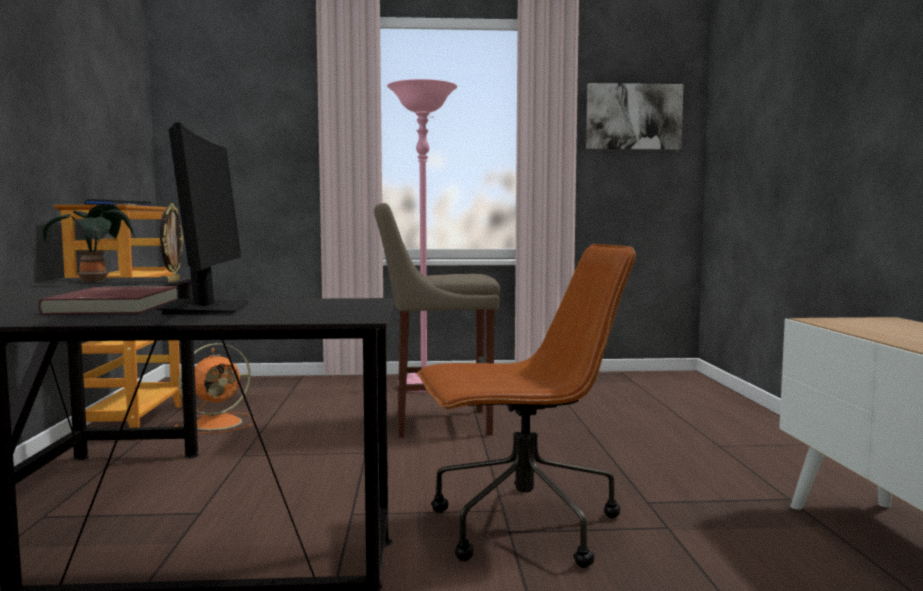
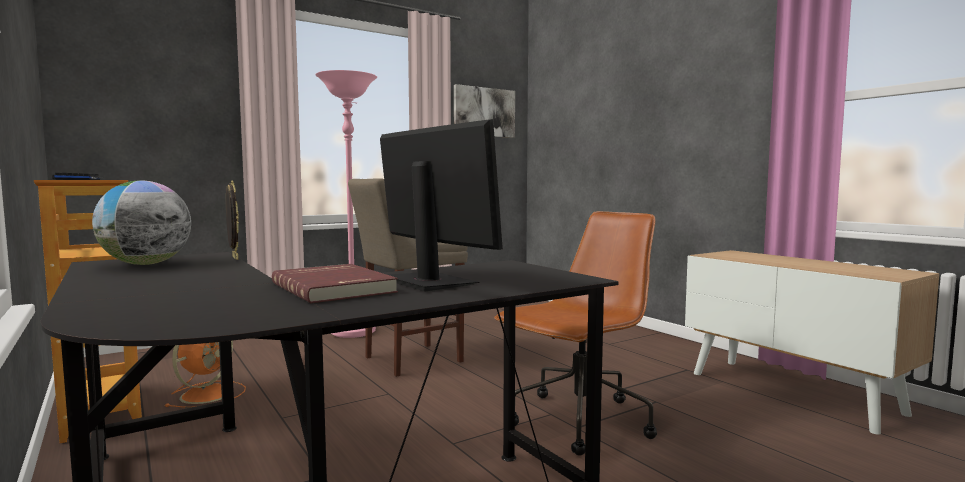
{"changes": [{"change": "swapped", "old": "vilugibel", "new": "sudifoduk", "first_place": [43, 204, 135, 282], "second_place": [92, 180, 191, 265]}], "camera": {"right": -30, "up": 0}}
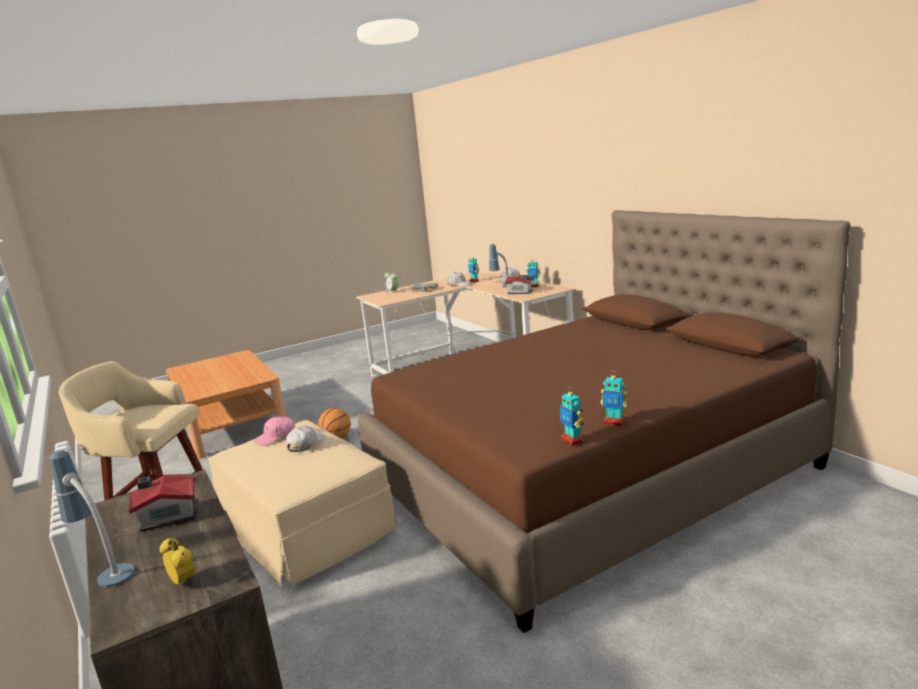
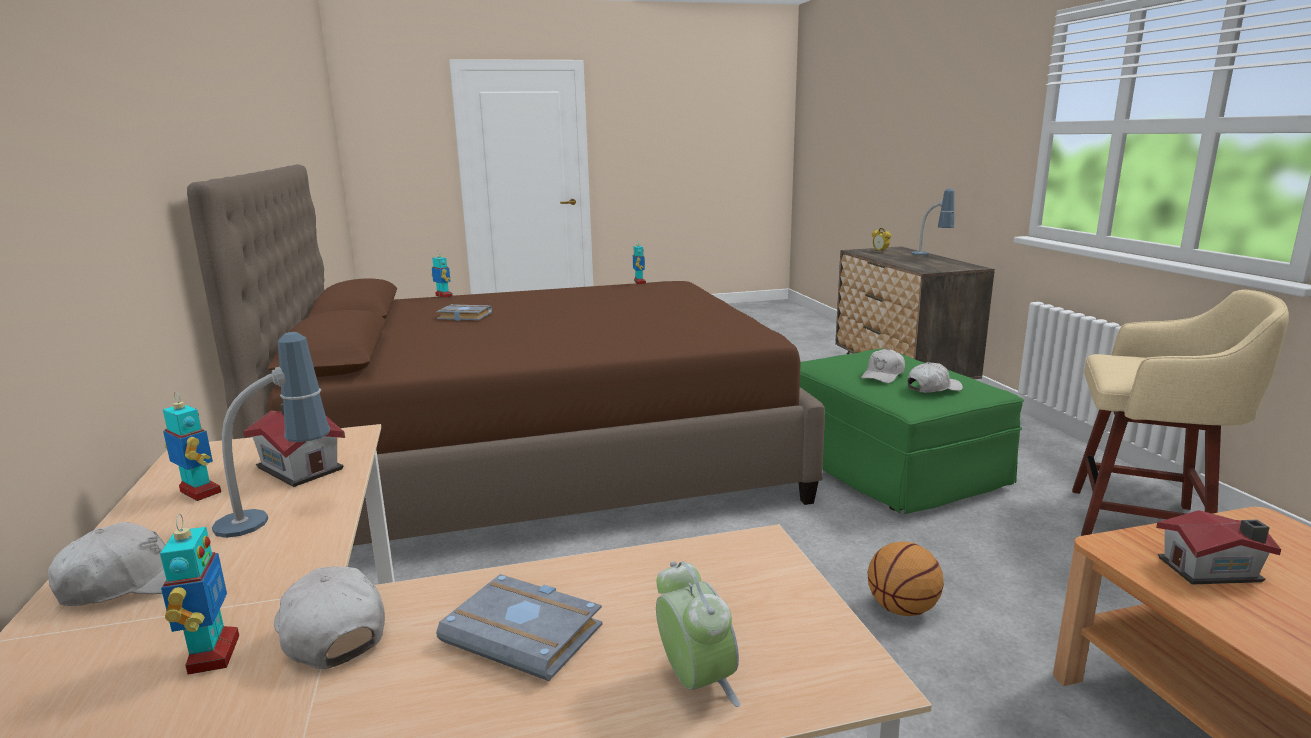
{"changes": [{"change": "shifted", "old": "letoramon", "first_place": [600, 373, 628, 426], "second_place": [431, 251, 453, 298]}, {"change": "repainted", "old": "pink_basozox", "new": "white_basozox", "first_place": [253, 416, 295, 446], "second_place": [907, 362, 963, 393]}, {"change": "repainted", "old": "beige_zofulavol", "new": "green_zofulavol", "first_place": [208, 420, 397, 589], "second_place": [800, 349, 1024, 514]}, {"change": "shifted", "old": "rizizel", "first_place": [129, 475, 198, 532], "second_place": [1156, 510, 1281, 584]}, {"change": "new", "new": "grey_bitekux", "second_place": [436, 304, 492, 321]}], "camera": {"right": -165, "up": 0}}
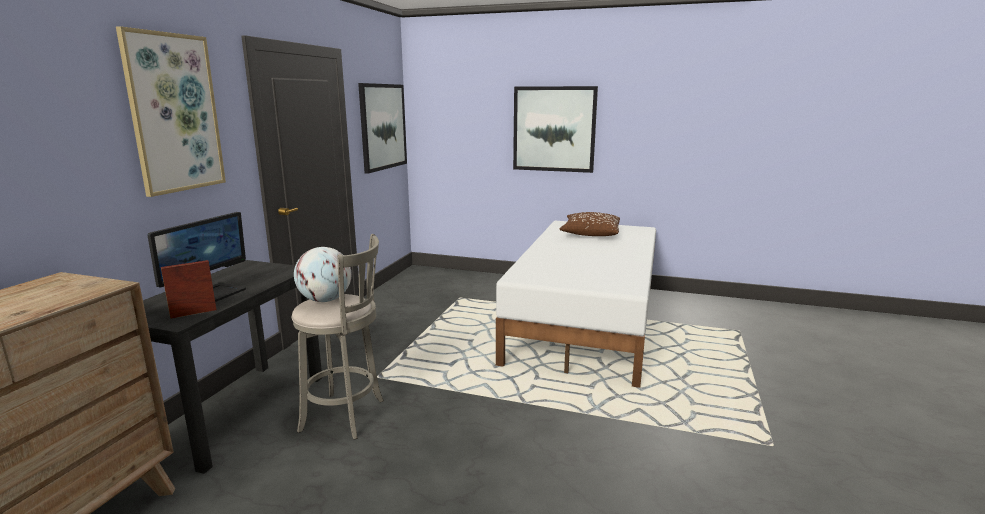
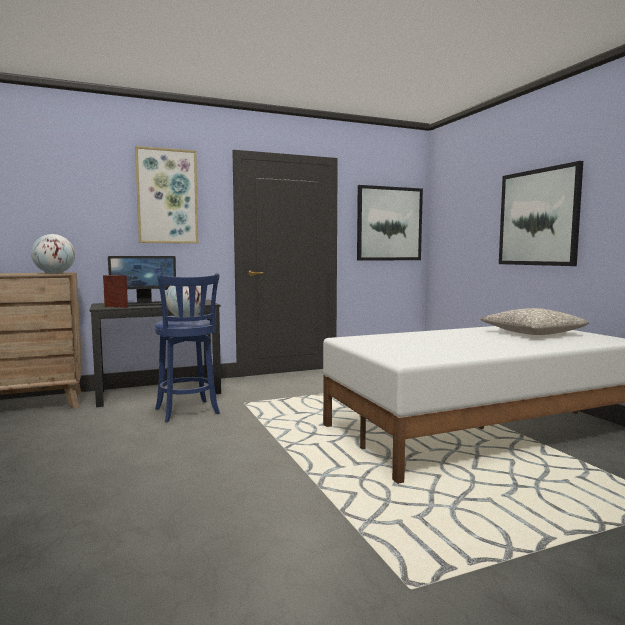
{"changes": [{"change": "repainted", "old": "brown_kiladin", "new": "grey_kiladin", "first_place": [559, 212, 620, 236], "second_place": [480, 308, 590, 335]}, {"change": "repainted", "old": "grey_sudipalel", "new": "blue_sudipalel", "first_place": [292, 234, 384, 440], "second_place": [155, 273, 220, 422]}, {"change": "new", "new": "sudifoduk", "second_place": [31, 234, 75, 274]}], "camera": {"right": 50, "up": -10}}
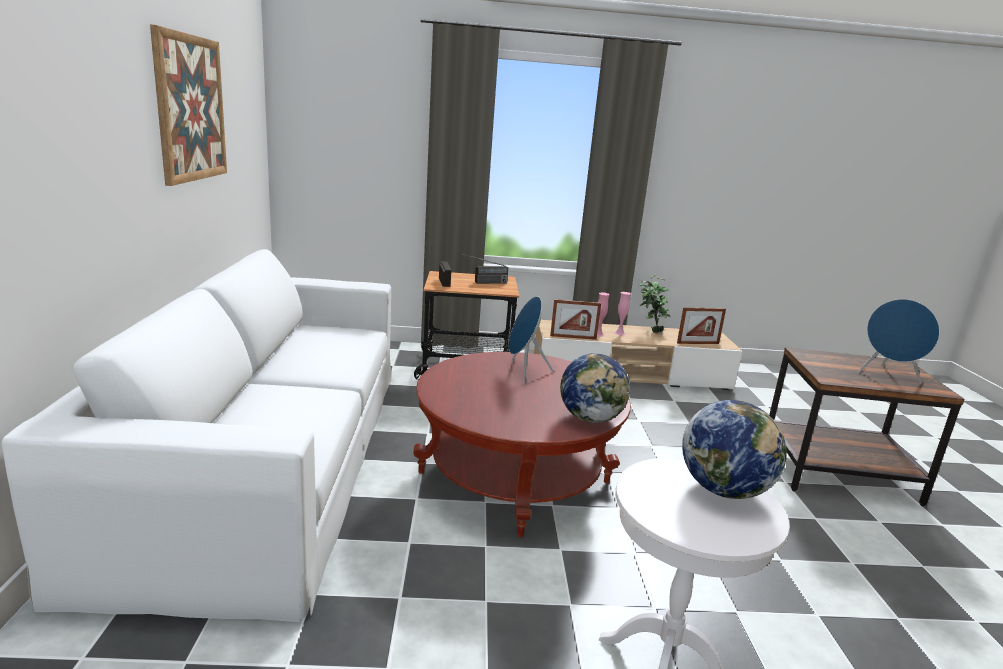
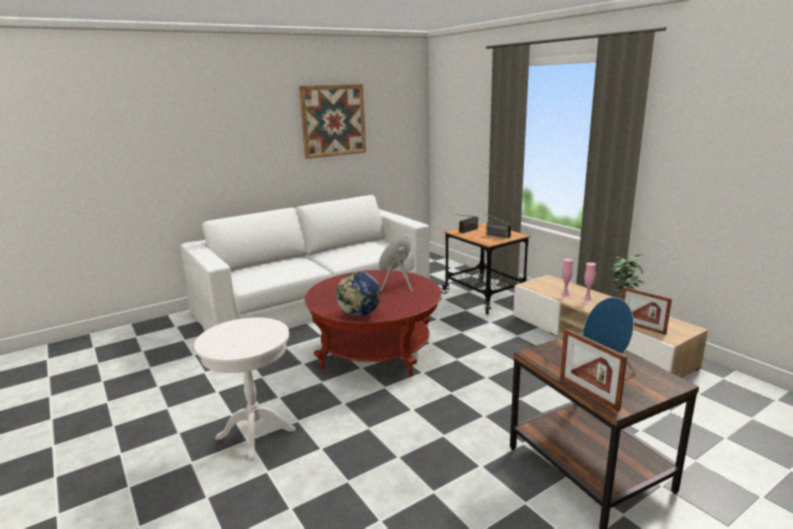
{"changes": [{"change": "shifted", "old": "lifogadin", "first_place": [550, 299, 601, 340], "second_place": [560, 328, 627, 411]}, {"change": "gone", "old": "sudifoduk", "first_place": [682, 400, 787, 499]}], "camera": {"right": 60, "up": 0}}
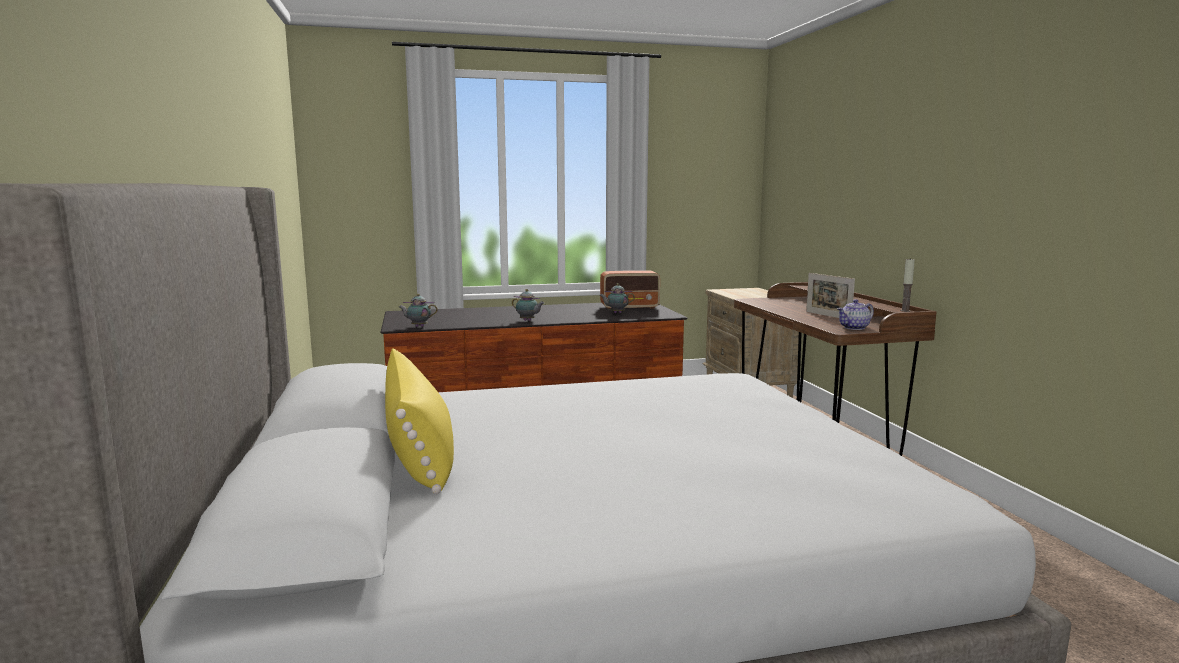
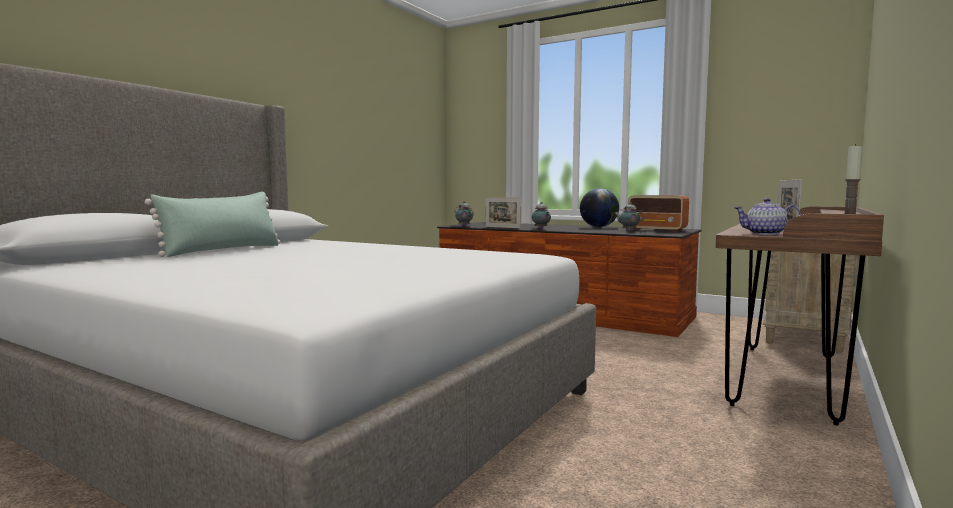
{"changes": [{"change": "repainted", "old": "yellow_kiladin", "new": "green_kiladin", "first_place": [385, 348, 454, 494], "second_place": [145, 192, 280, 257]}, {"change": "new", "new": "sudifoduk", "second_place": [580, 188, 619, 227]}, {"change": "new", "new": "lifogadin", "second_place": [485, 197, 521, 228]}], "camera": {"right": 45, "up": -5}}
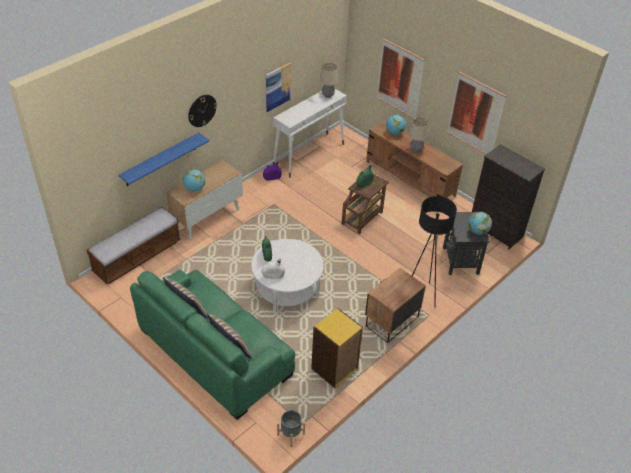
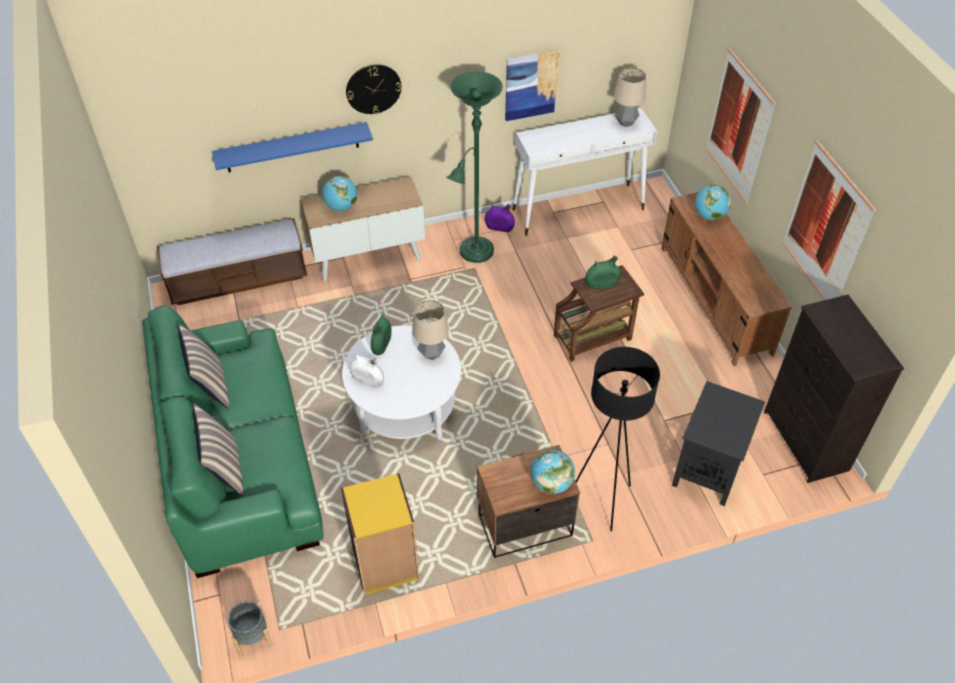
{"changes": [{"change": "shifted", "old": "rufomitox", "first_place": [409, 117, 429, 152], "second_place": [412, 300, 449, 360]}, {"change": "shifted", "old": "sudifoduk", "first_place": [468, 212, 492, 235], "second_place": [531, 450, 575, 494]}, {"change": "new", "new": "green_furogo", "second_place": [447, 71, 503, 263]}], "camera": {"right": 30, "up": 5}}
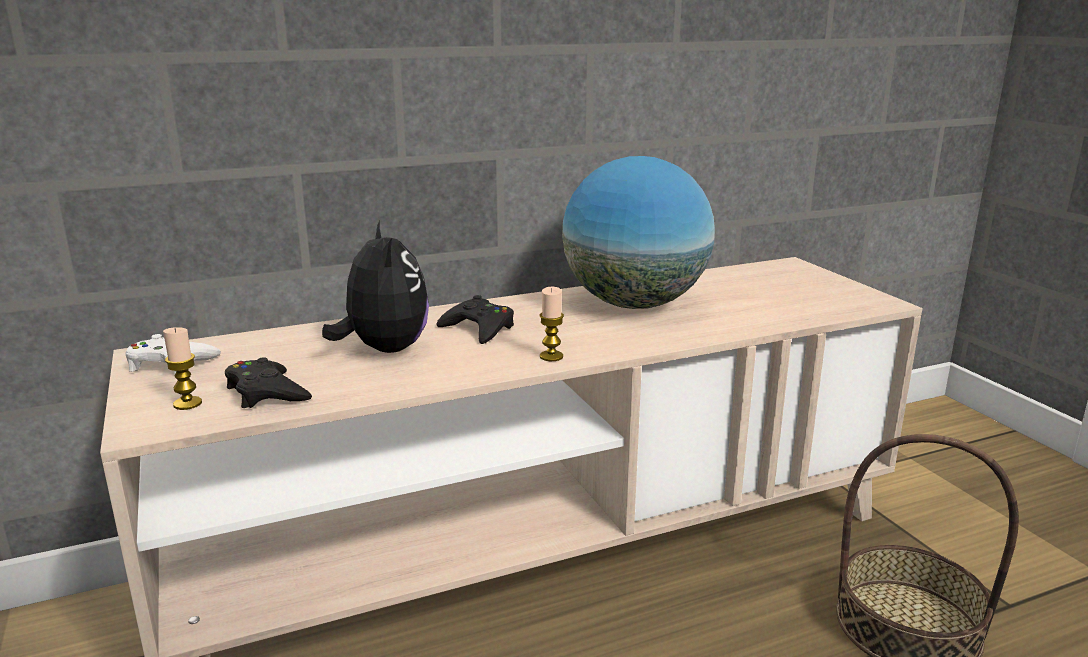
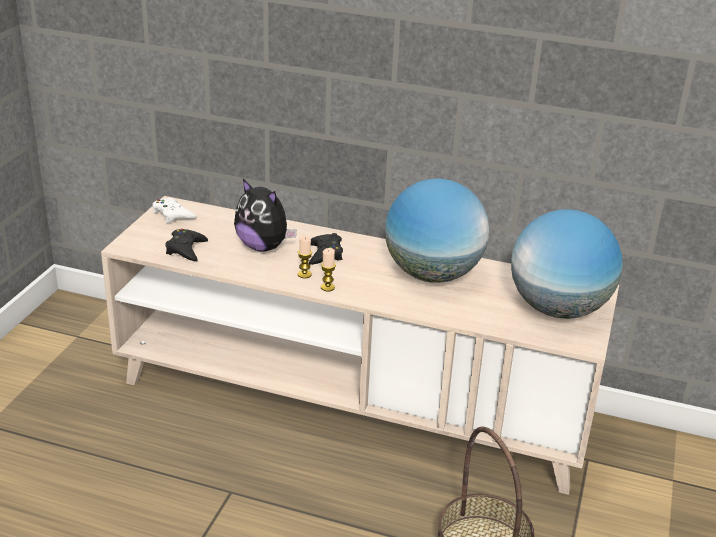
{"changes": [{"change": "rotated", "old": "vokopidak", "first_place": [322, 221, 429, 353], "second_place": [234, 179, 297, 252], "degrees": 105}, {"change": "shifted", "old": "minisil", "first_place": [163, 327, 202, 410], "second_place": [298, 236, 312, 278]}, {"change": "new", "new": "sudifoduk", "second_place": [511, 209, 623, 319]}], "camera": {"right": 40, "up": 10}}
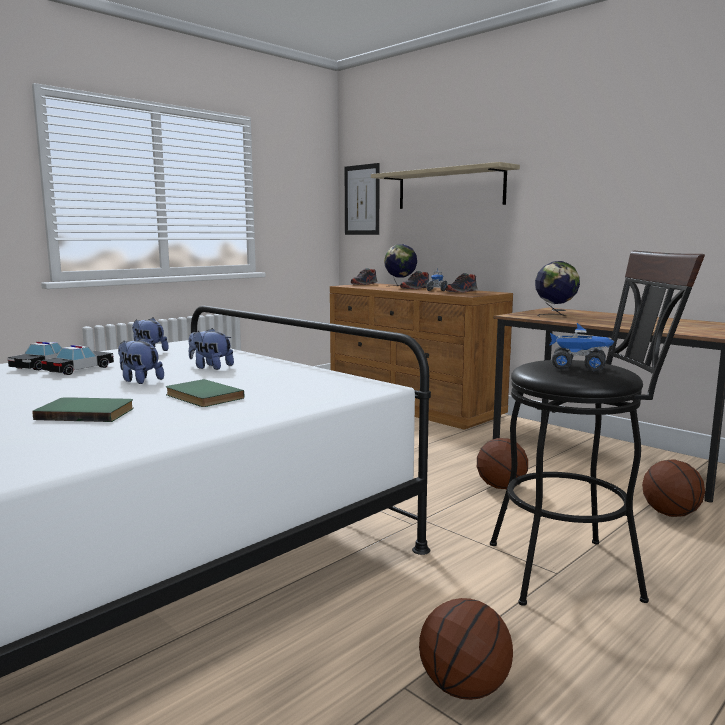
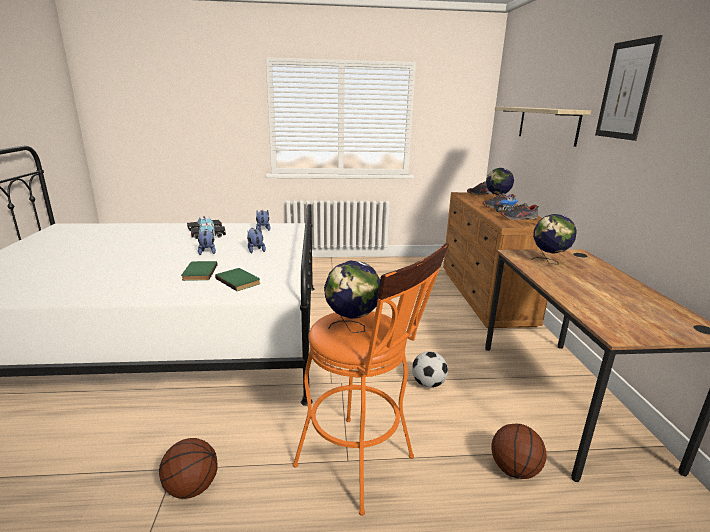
{"changes": [{"change": "shifted", "old": "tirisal", "first_place": [345, 163, 380, 235], "second_place": [595, 35, 663, 141]}, {"change": "repainted", "old": "black_sudipalel", "new": "orange_sudipalel", "first_place": [490, 251, 705, 606], "second_place": [293, 243, 449, 516]}, {"change": "swapped", "old": "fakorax", "new": "sudifoduk", "first_place": [549, 323, 615, 372], "second_place": [324, 261, 380, 333]}, {"change": "shifted", "old": "green_bitekux", "first_place": [33, 397, 134, 422], "second_place": [215, 268, 260, 291]}, {"change": "swapped", "old": "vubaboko", "new": "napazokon", "first_place": [477, 438, 528, 489], "second_place": [412, 351, 448, 388]}], "camera": {"right": 40, "up": 10}}
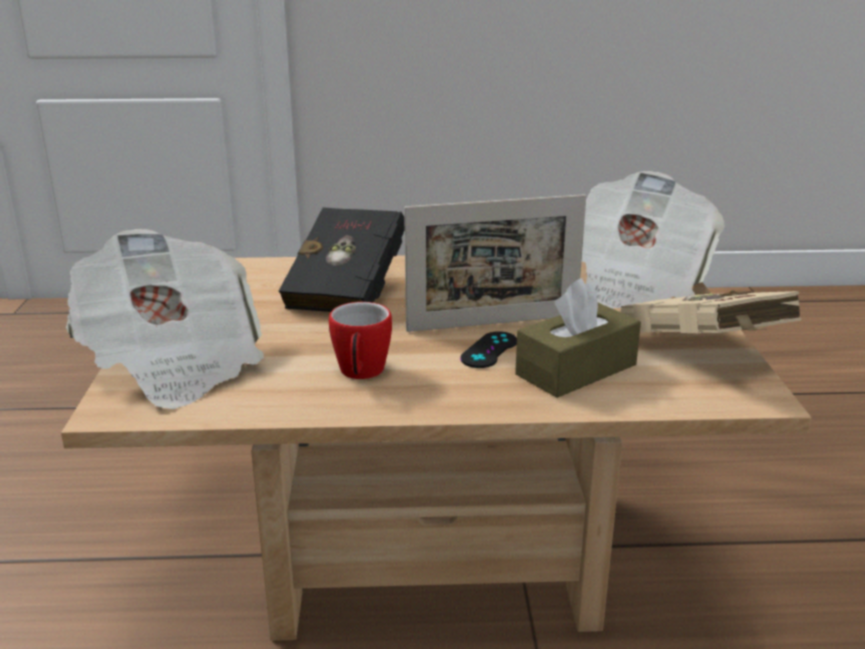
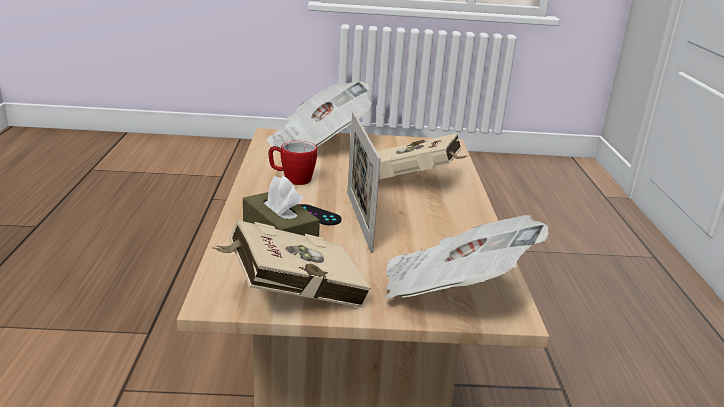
{"changes": [{"change": "repainted", "old": "black_bitekux", "new": "beige_bitekux", "first_place": [279, 207, 405, 312], "second_place": [378, 133, 467, 179]}], "camera": {"right": 90, "up": 0}}
